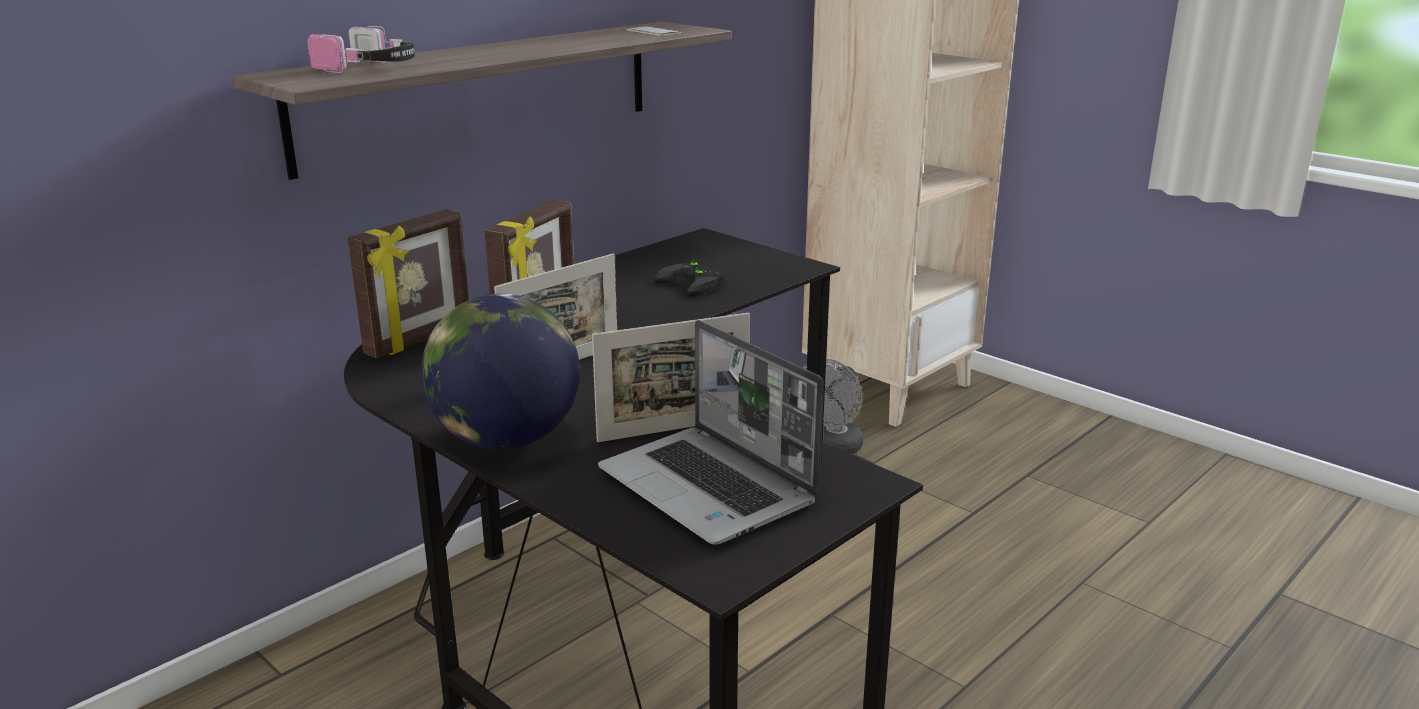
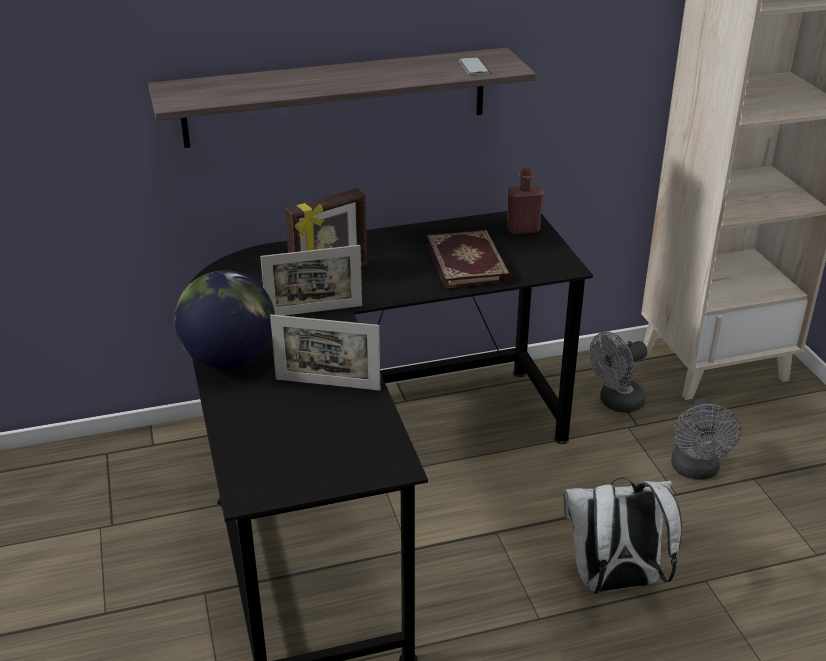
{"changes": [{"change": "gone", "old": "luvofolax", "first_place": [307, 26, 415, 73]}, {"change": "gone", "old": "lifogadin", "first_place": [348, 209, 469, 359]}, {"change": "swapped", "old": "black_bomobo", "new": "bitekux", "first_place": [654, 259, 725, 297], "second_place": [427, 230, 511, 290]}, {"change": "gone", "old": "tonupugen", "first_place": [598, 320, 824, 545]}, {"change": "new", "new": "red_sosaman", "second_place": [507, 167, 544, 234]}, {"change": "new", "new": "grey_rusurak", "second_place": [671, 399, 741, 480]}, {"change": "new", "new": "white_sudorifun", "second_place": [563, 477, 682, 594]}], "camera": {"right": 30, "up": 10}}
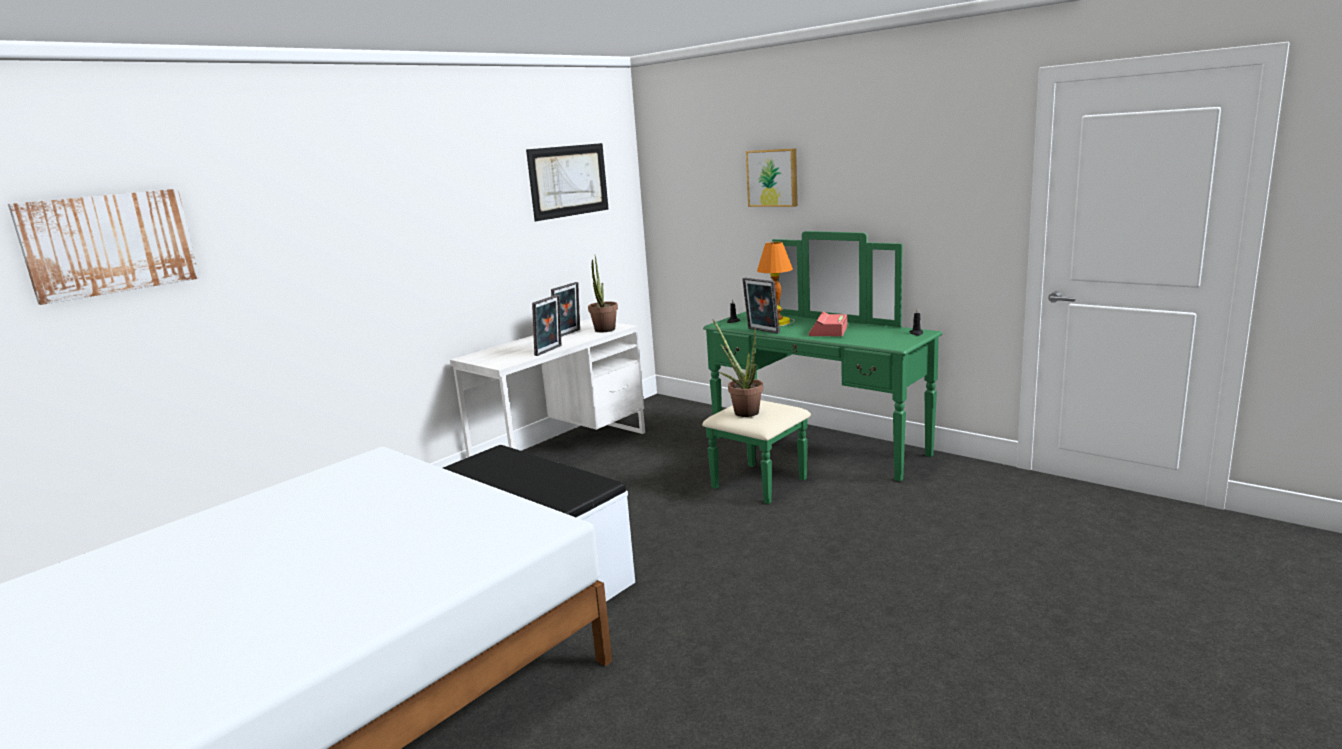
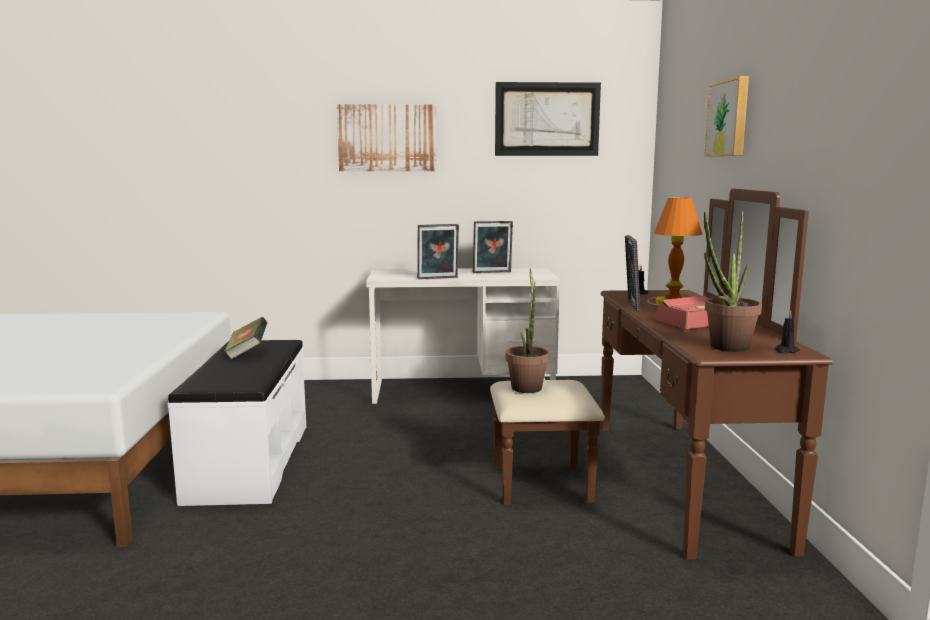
{"changes": [{"change": "shifted", "old": "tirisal", "first_place": [8, 189, 200, 305], "second_place": [337, 104, 436, 171]}, {"change": "repainted", "old": "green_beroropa", "new": "brown_beroropa", "first_place": [702, 231, 942, 504], "second_place": [490, 189, 833, 560]}, {"change": "shifted", "old": "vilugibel", "first_place": [588, 256, 618, 332], "second_place": [704, 211, 762, 352]}, {"change": "new", "new": "bitekux", "second_place": [224, 317, 267, 360]}], "camera": {"right": 45, "up": -5}}
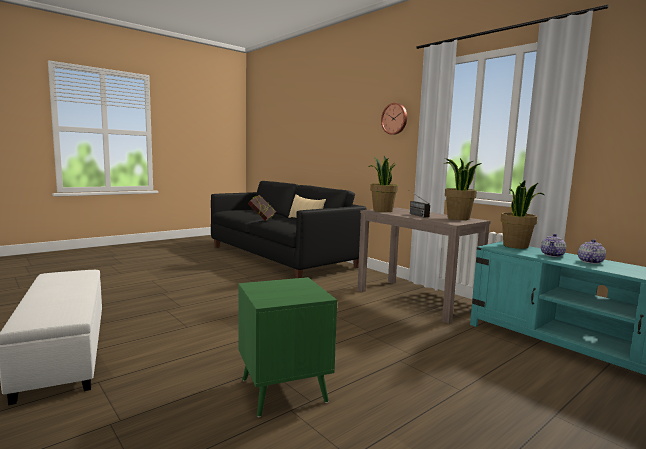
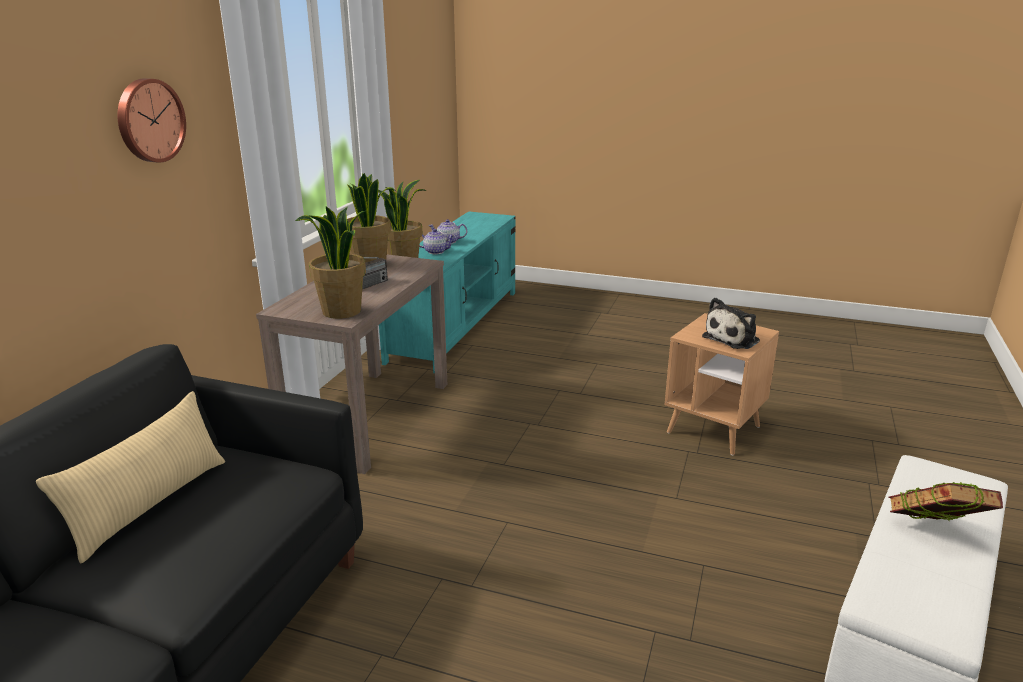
{"changes": [{"change": "shifted", "old": "bitekux", "first_place": [248, 195, 276, 221], "second_place": [888, 482, 1003, 521]}, {"change": "repainted", "old": "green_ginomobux", "new": "brown_ginomobux", "first_place": [238, 277, 337, 417], "second_place": [664, 313, 779, 455]}, {"change": "new", "new": "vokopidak", "second_place": [702, 298, 760, 349]}], "camera": {"right": -120, "up": 15}}
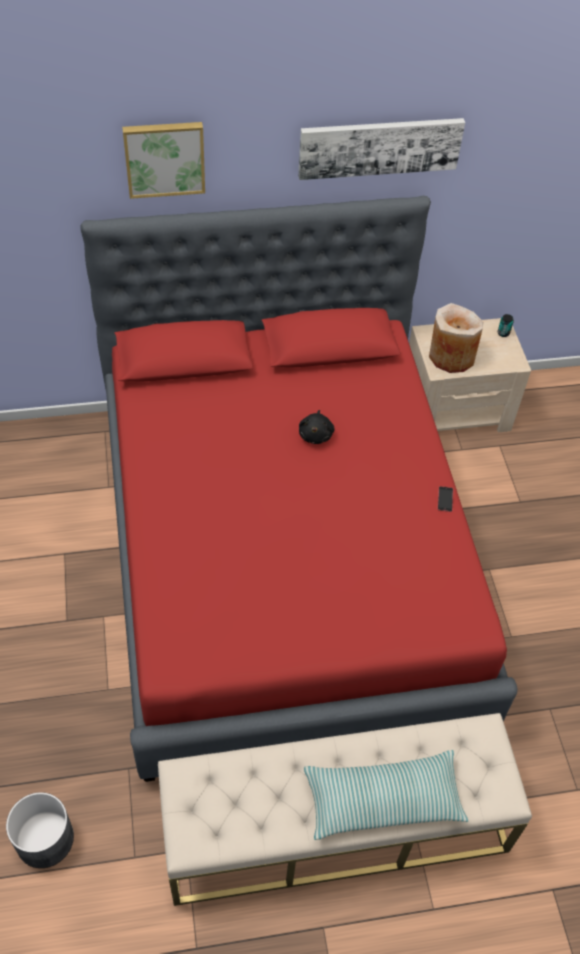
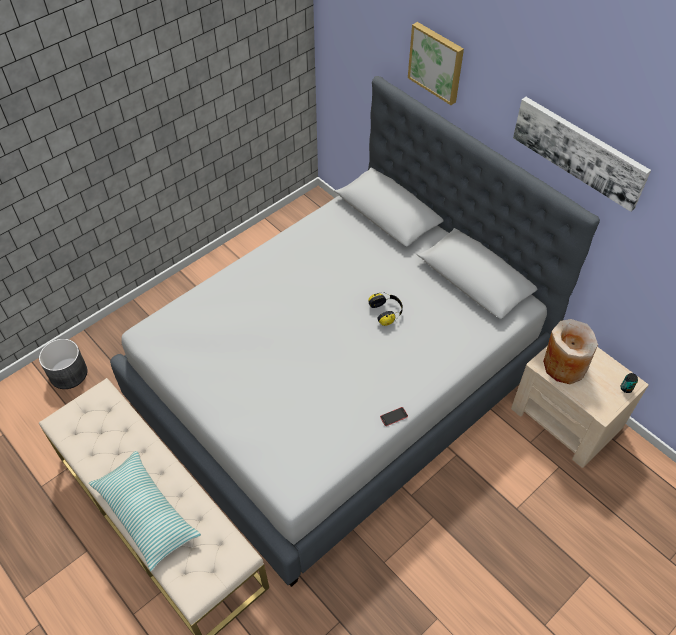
{"changes": [{"change": "repainted", "old": "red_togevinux", "new": "grey_togevinux", "first_place": [80, 196, 518, 782], "second_place": [110, 76, 600, 587]}, {"change": "swapped", "old": "black_vokopidak", "new": "luvofolax", "first_place": [299, 410, 334, 444], "second_place": [368, 292, 403, 326]}], "camera": {"right": 60, "up": 0}}
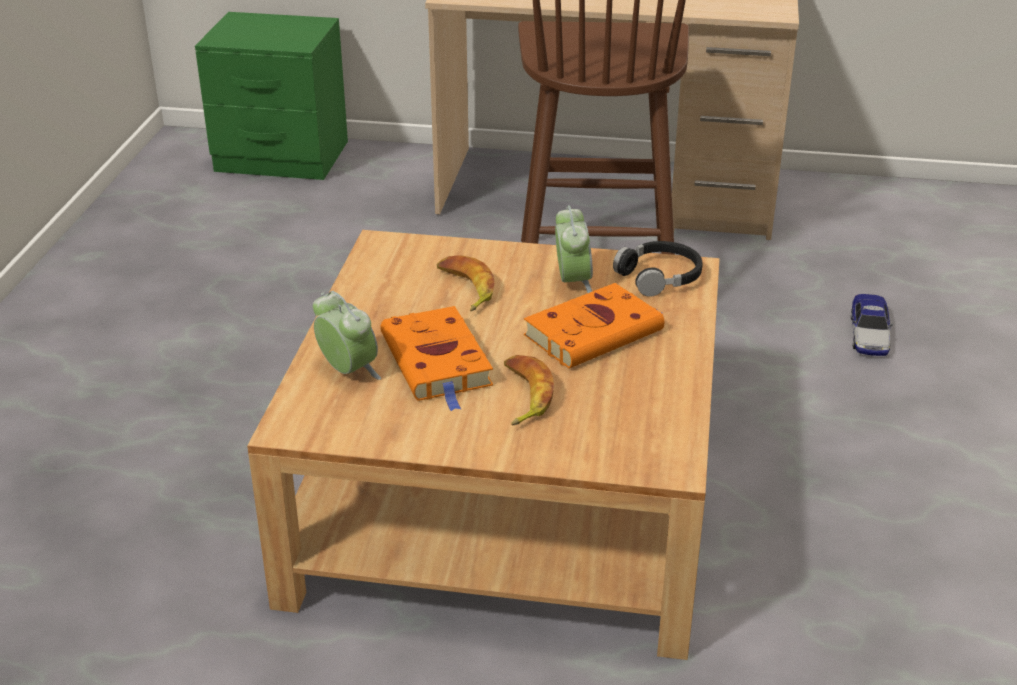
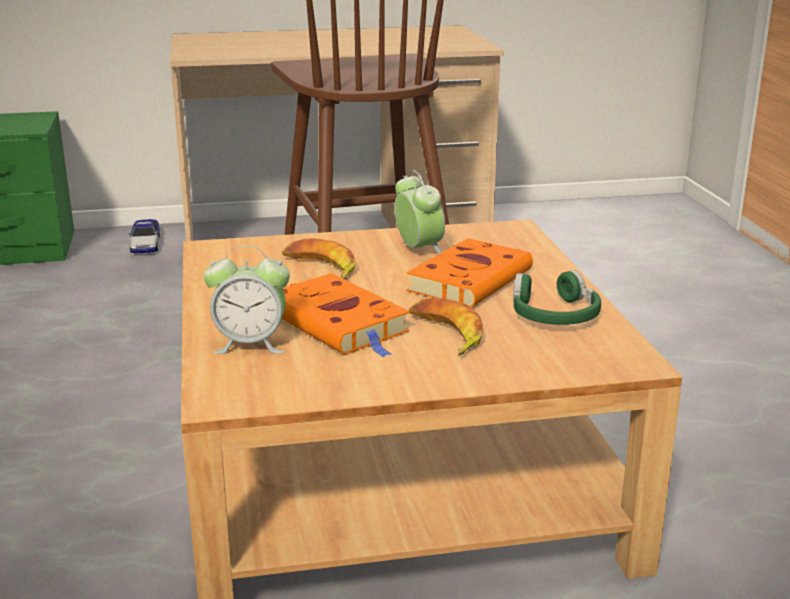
{"changes": [{"change": "gone", "old": "black_luvofolax", "first_place": [613, 241, 702, 297]}, {"change": "rotated", "old": "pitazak", "first_place": [313, 291, 381, 380], "second_place": [204, 246, 290, 354], "degrees": 150}, {"change": "shifted", "old": "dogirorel", "first_place": [851, 294, 893, 356], "second_place": [129, 219, 160, 253]}, {"change": "new", "new": "green_luvofolax", "second_place": [513, 270, 601, 325]}], "camera": {"right": -20, "up": -10}}
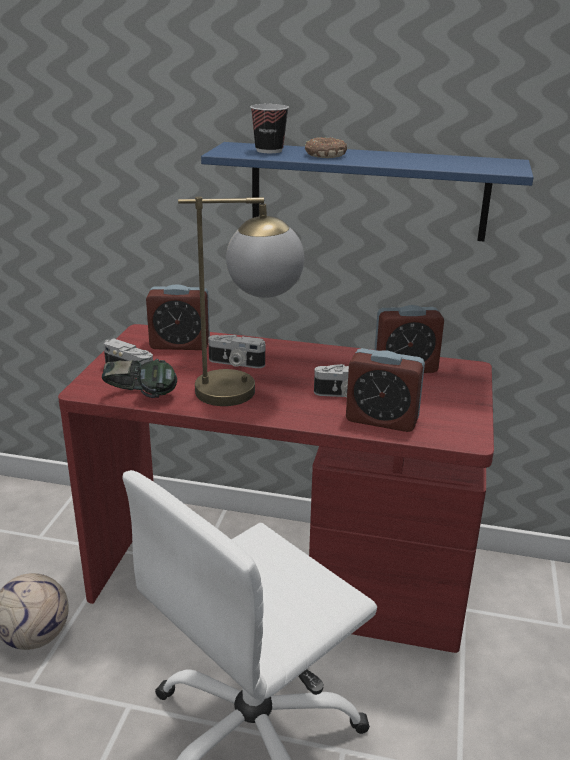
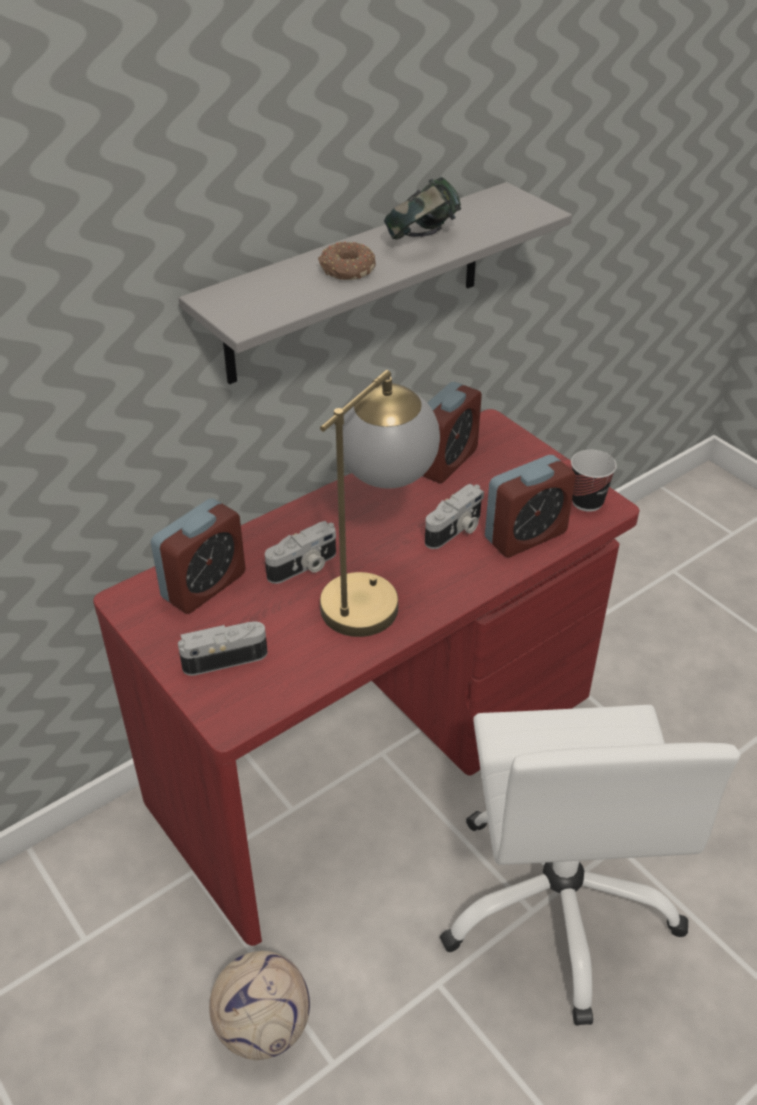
{"changes": [{"change": "shifted", "old": "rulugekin", "first_place": [250, 104, 289, 153], "second_place": [571, 450, 617, 512]}, {"change": "repainted", "old": "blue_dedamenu", "new": "grey_dedamenu", "first_place": [201, 142, 534, 241], "second_place": [178, 182, 572, 384]}, {"change": "shifted", "old": "luvofolax", "first_place": [102, 358, 177, 398], "second_place": [384, 177, 461, 240]}], "camera": {"right": -50, "up": 15}}
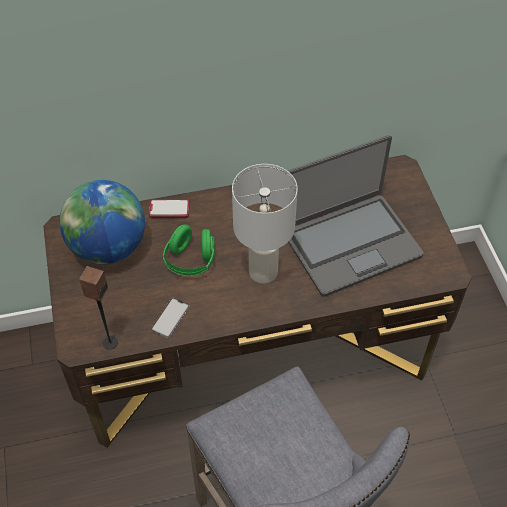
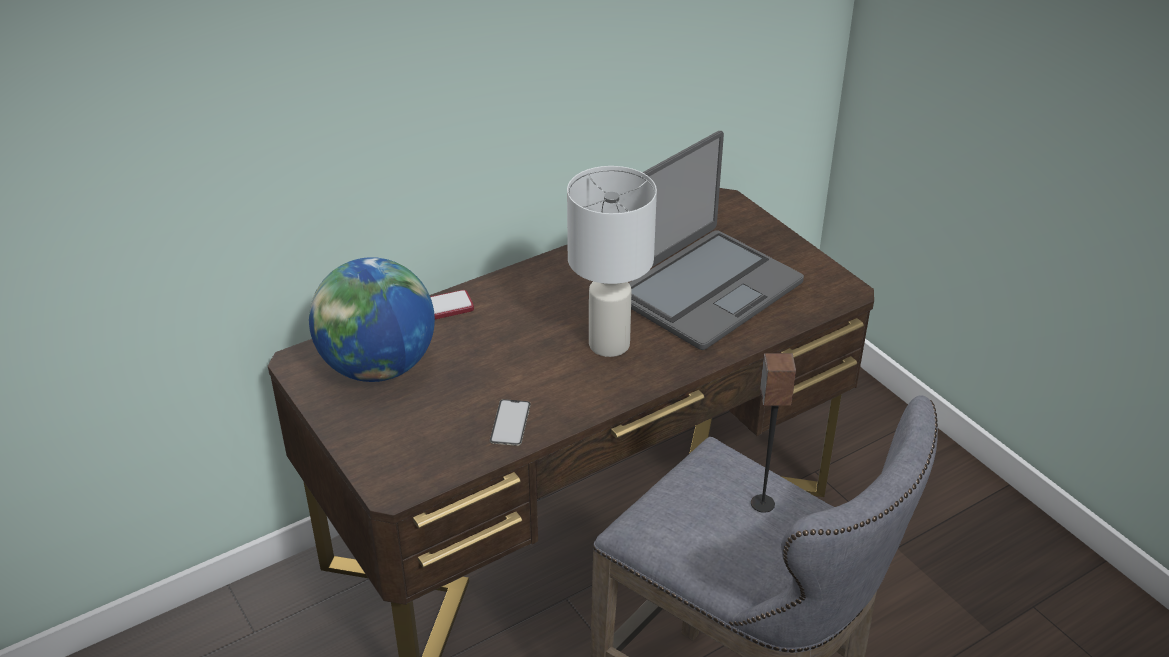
{"changes": [{"change": "gone", "old": "green_luvofolax", "first_place": [163, 224, 215, 276]}, {"change": "shifted", "old": "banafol", "first_place": [79, 266, 118, 350], "second_place": [751, 353, 796, 513]}], "camera": {"right": -20, "up": -15}}
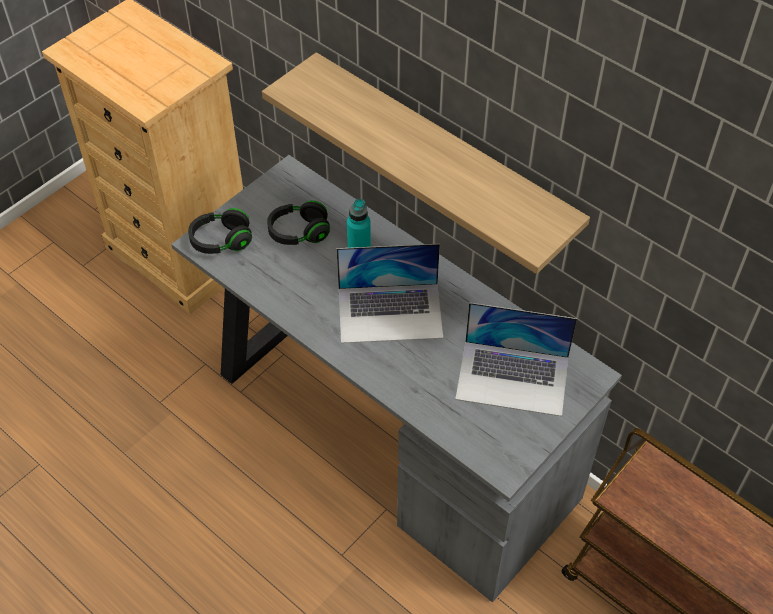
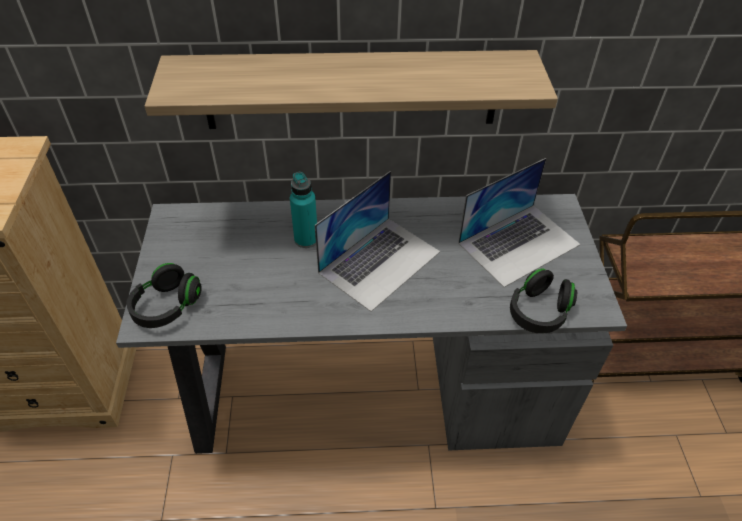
{"changes": [{"change": "shifted", "old": "black_luvofolax", "first_place": [267, 200, 330, 245], "second_place": [510, 268, 577, 334]}], "camera": {"right": -45, "up": -5}}
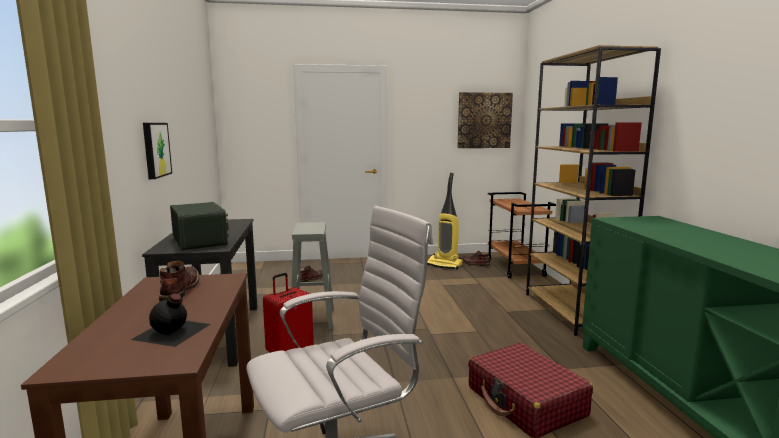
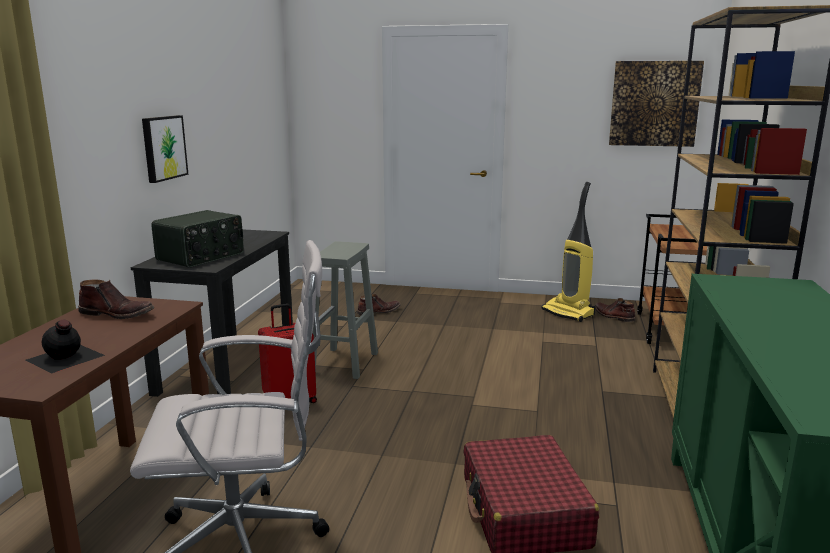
{"changes": [{"change": "rotated", "old": "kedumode", "first_place": [170, 202, 229, 251], "second_place": [151, 210, 244, 268], "degrees": 45}, {"change": "rotated", "old": "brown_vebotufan", "first_place": [159, 261, 199, 302], "second_place": [78, 279, 154, 319], "degrees": 90}], "camera": {"right": 20, "up": 5}}
